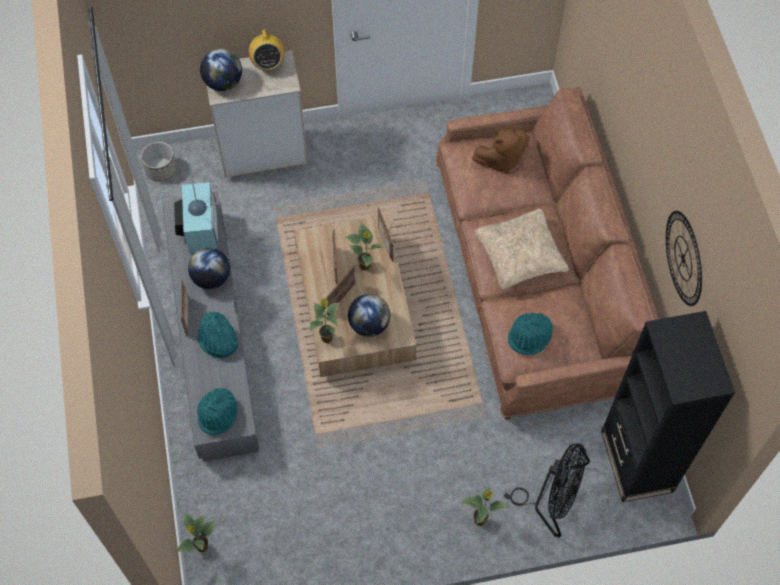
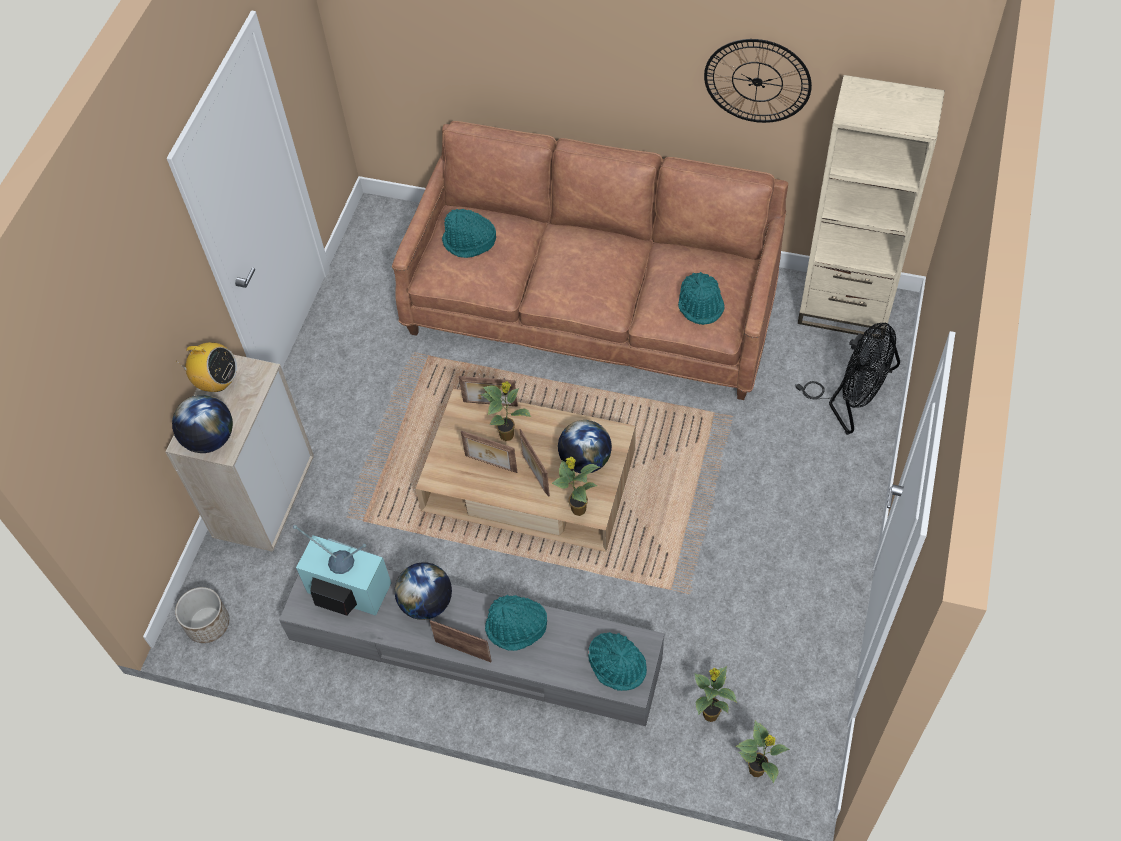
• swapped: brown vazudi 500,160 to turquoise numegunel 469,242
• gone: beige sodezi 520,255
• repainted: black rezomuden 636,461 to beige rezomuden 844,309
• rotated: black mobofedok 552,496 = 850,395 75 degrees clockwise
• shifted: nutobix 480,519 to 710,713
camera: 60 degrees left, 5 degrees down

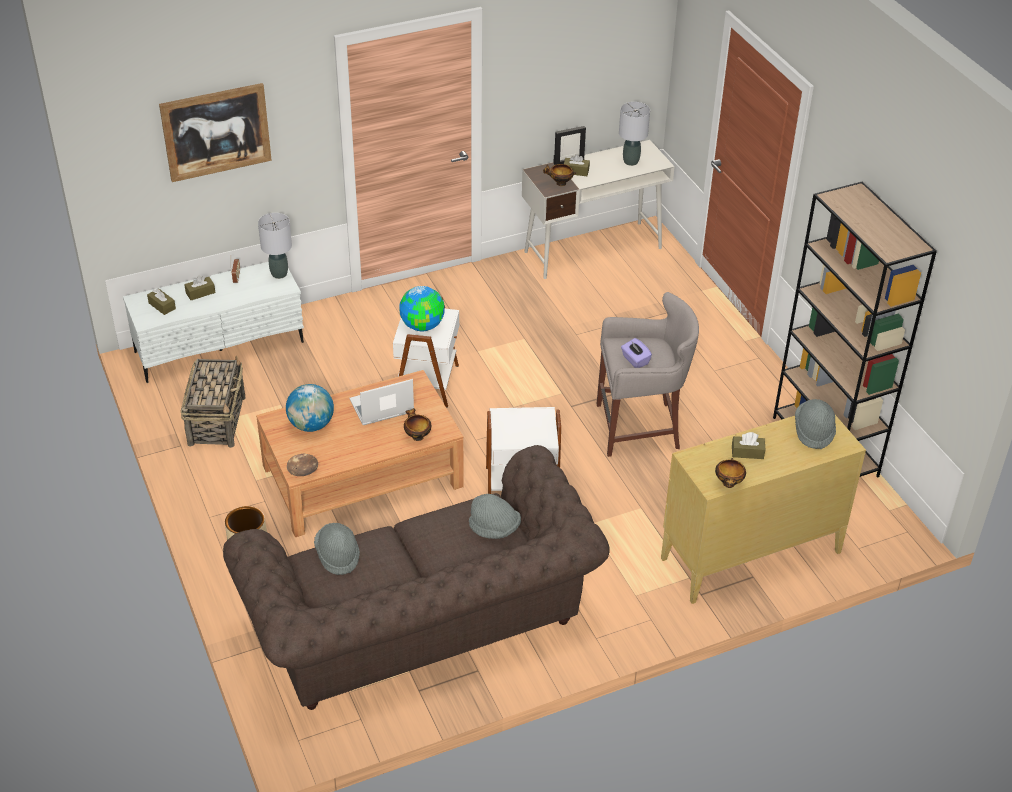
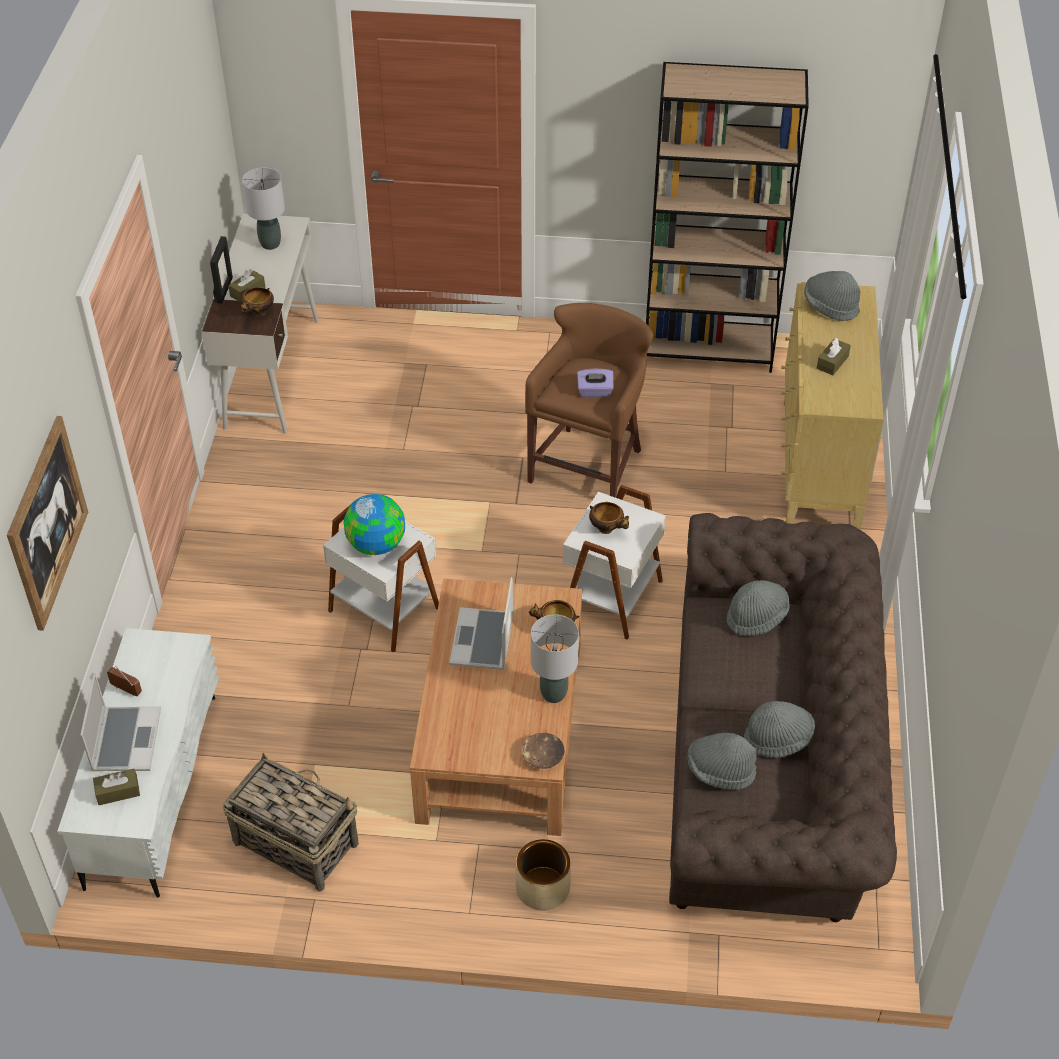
• shifted: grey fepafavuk 279,274 to 554,694
• swapped: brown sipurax 200,293 to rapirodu 125,739
• repainted: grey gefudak 641,427 to brown gefudak 588,464
• gone: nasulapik 311,425
• shifted: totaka 729,484 to 607,529
• new: grey numegunel 778,739
camera: 60 degrees left, 5 degrees up

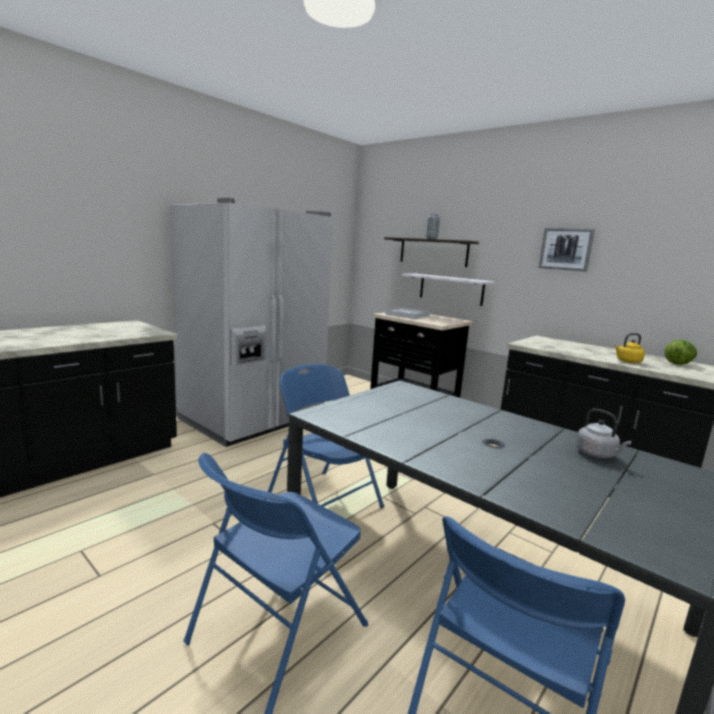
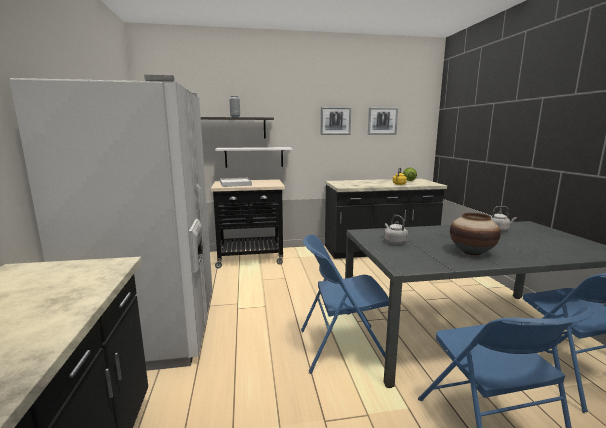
• new: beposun 382,121
• new: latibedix 471,252
• new: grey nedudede 394,242
camera: 50 degrees left, 0 degrees up

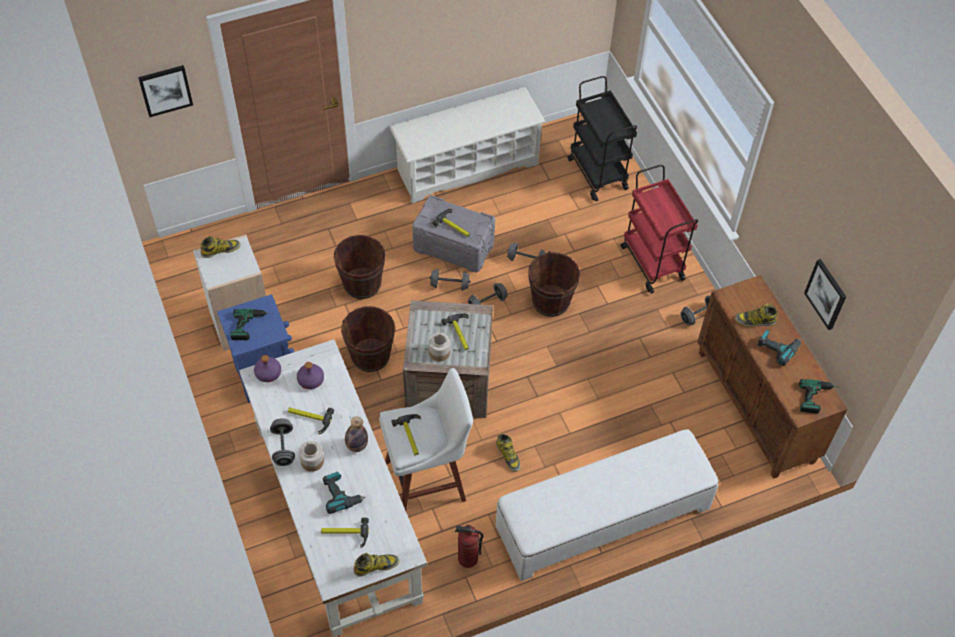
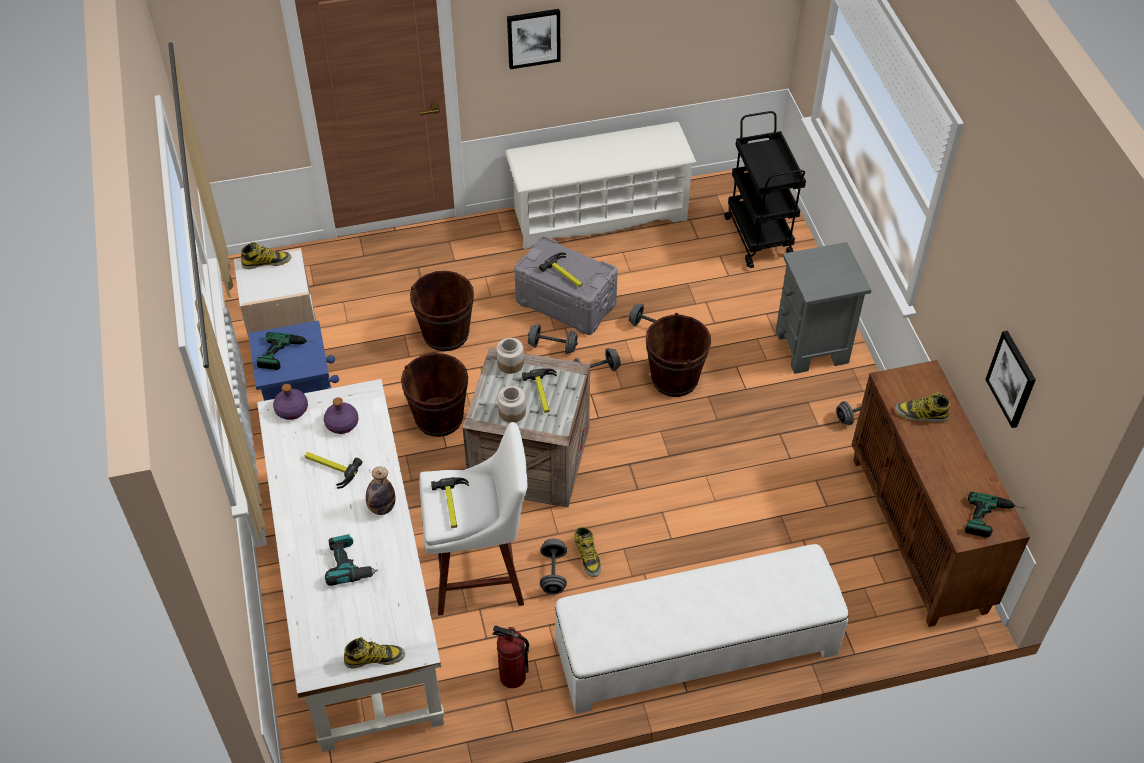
• shifted: beposun 165,90 to 533,38
• swapped: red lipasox 652,263 to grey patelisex 810,348
• gone: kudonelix 777,347
• shifted: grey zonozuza 283,447 to 553,573
• shifted: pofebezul 312,461 to 510,363
• gone: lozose 345,534
camera: 10 degrees right, 5 degrees down

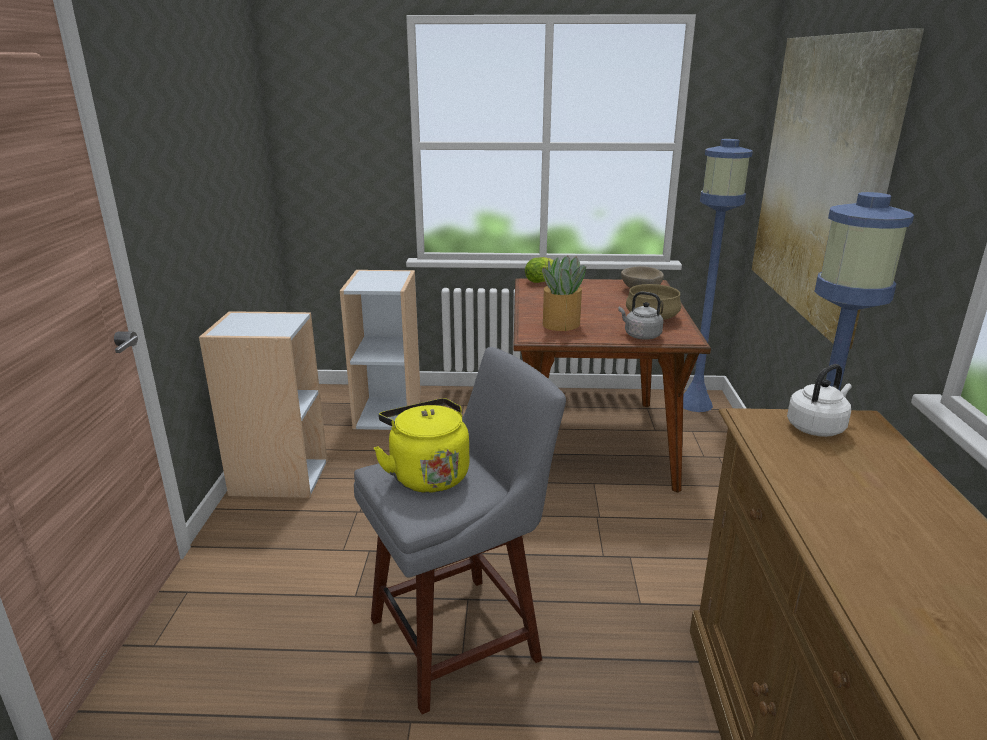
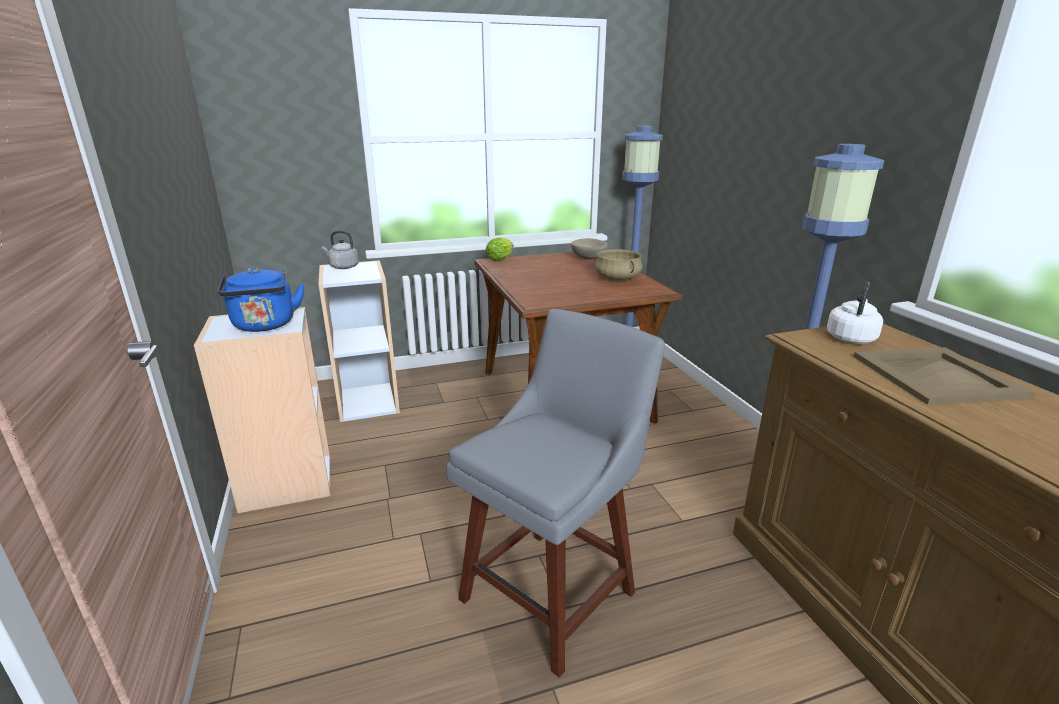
• gone: beposun 822,178
• gone: nutobix 560,324
• shifted: grey nedudede 640,335 to 342,267
• gone: yellow nedudede 427,474
• new: blue nedudede 265,326
• new: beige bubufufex 934,375
camera: 20 degrees left, 0 degrees up

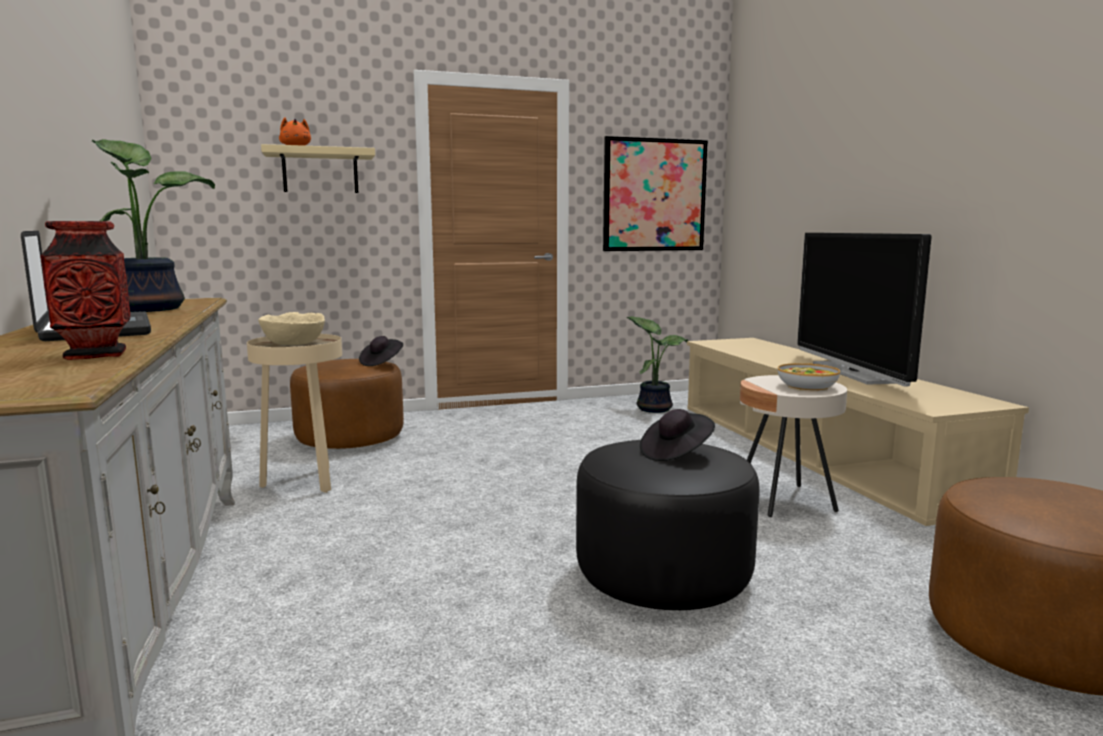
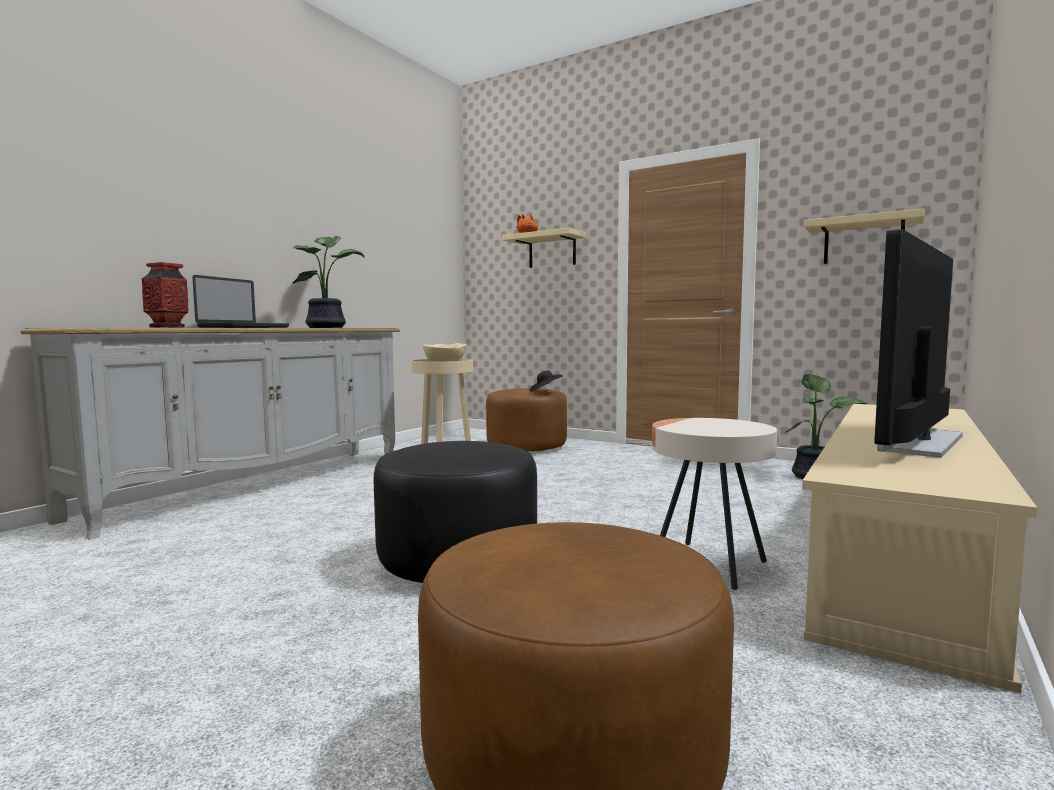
• swapped: beposun 654,195 to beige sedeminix 863,241
• gone: totaka 807,387
• gone: black numegunel 676,453
camera: 50 degrees right, 5 degrees down

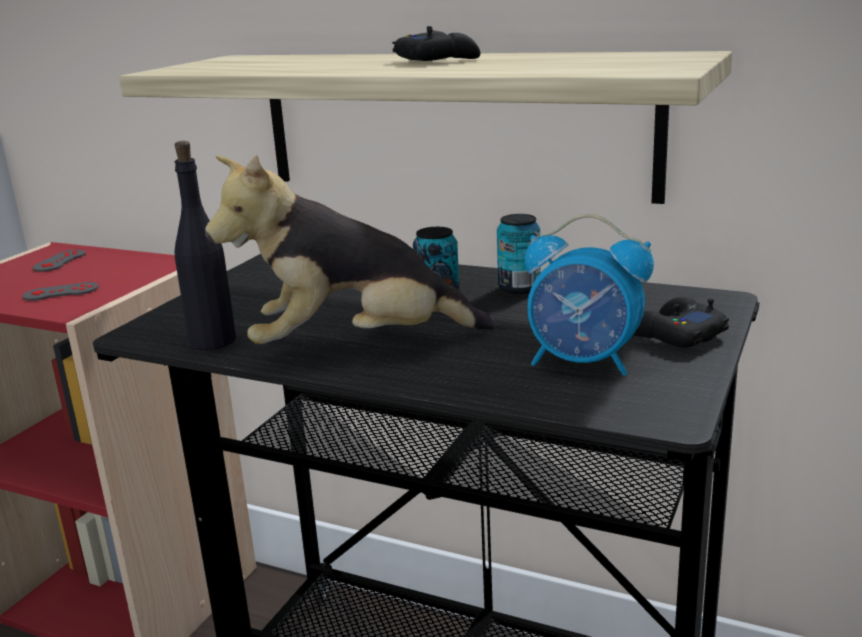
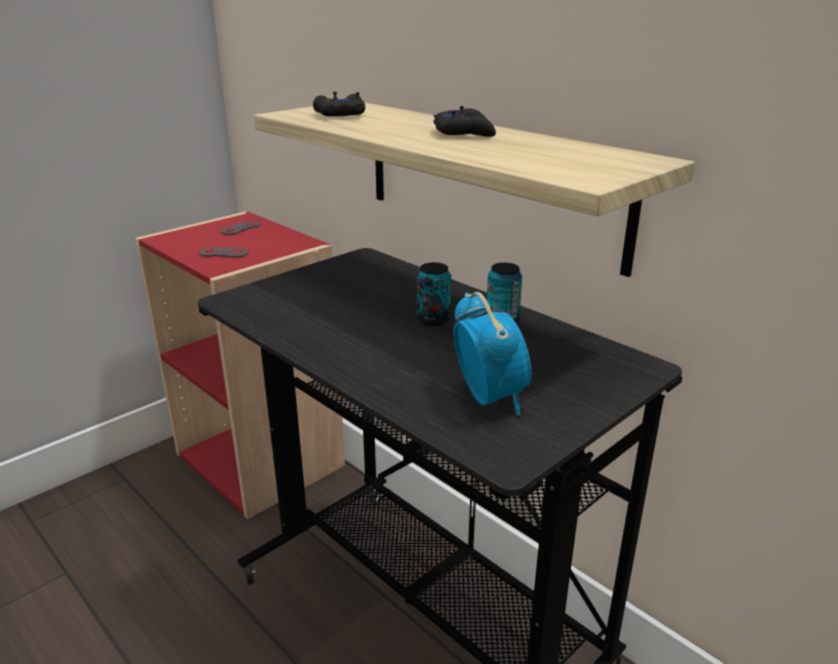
• gone: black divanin 213,341
• gone: vazudi 356,347
• rotated: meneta 584,363 = 489,398 150 degrees counterclockwise
• shifted: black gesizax 675,335 to 339,114
camera: 20 degrees right, 5 degrees up

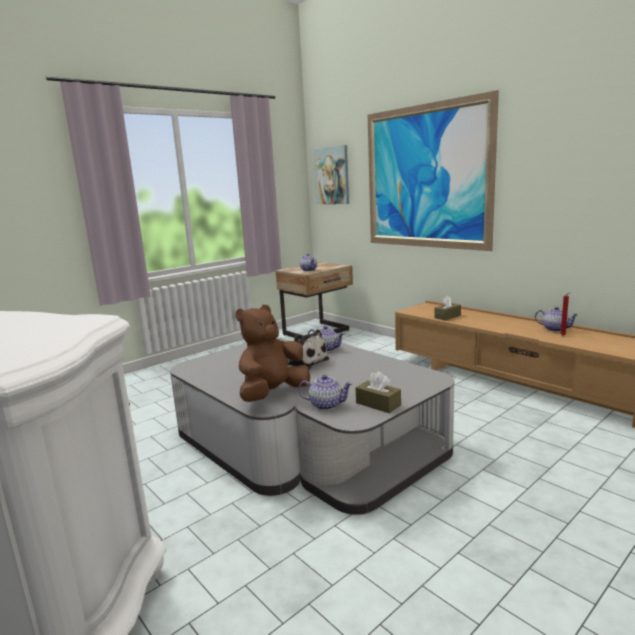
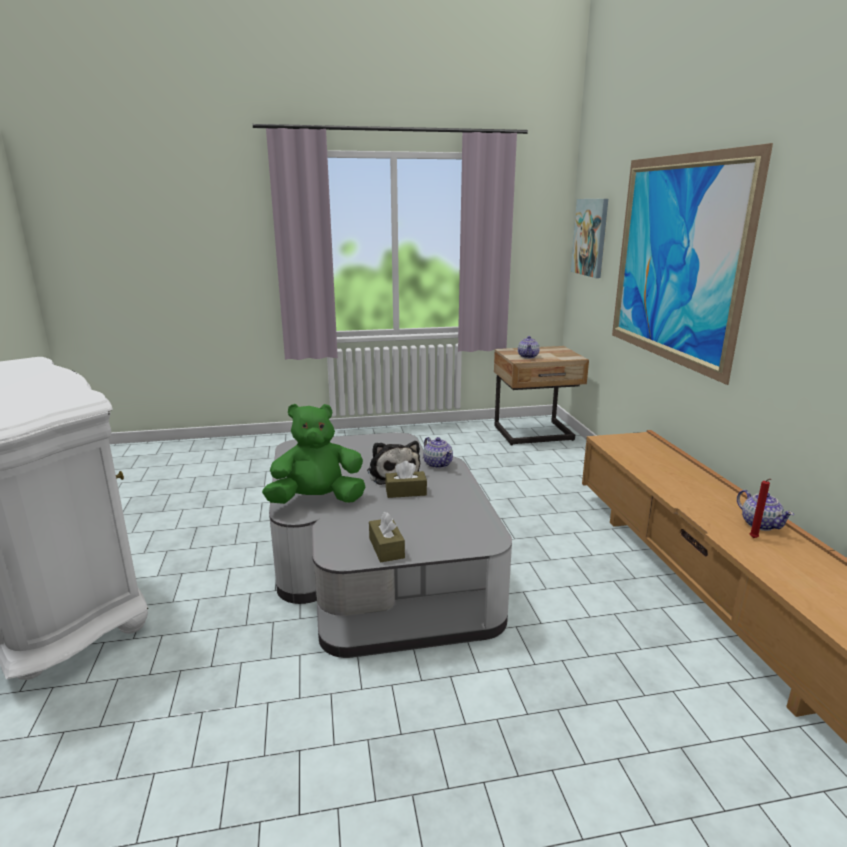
• shifted: brown sipurax 447,316 to 406,492
• repainted: brown vazudi 273,394 to green vazudi 317,500
• gone: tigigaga 325,405
camera: 30 degrees right, 5 degrees up

